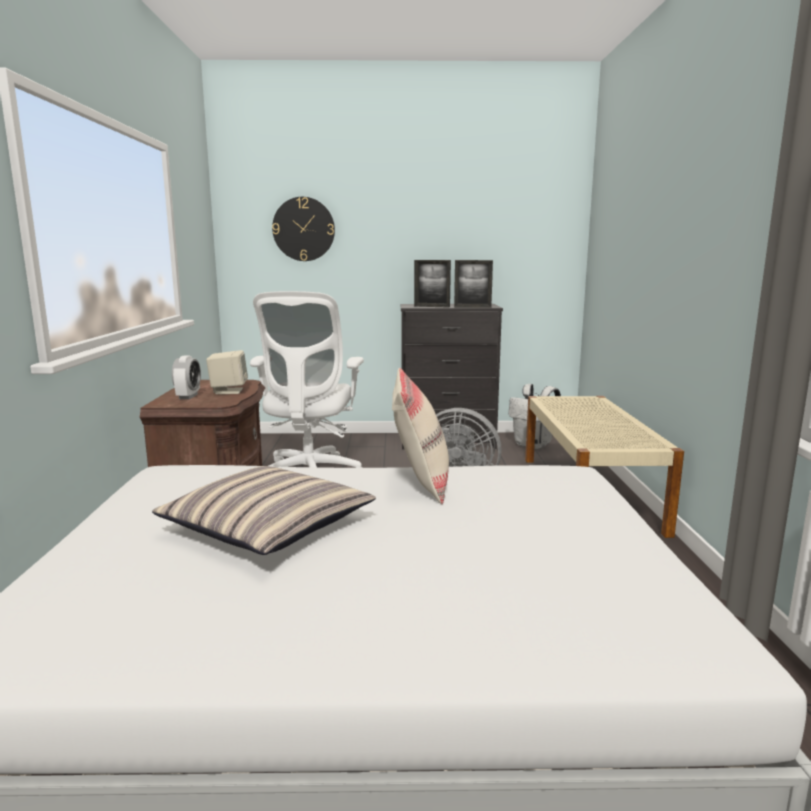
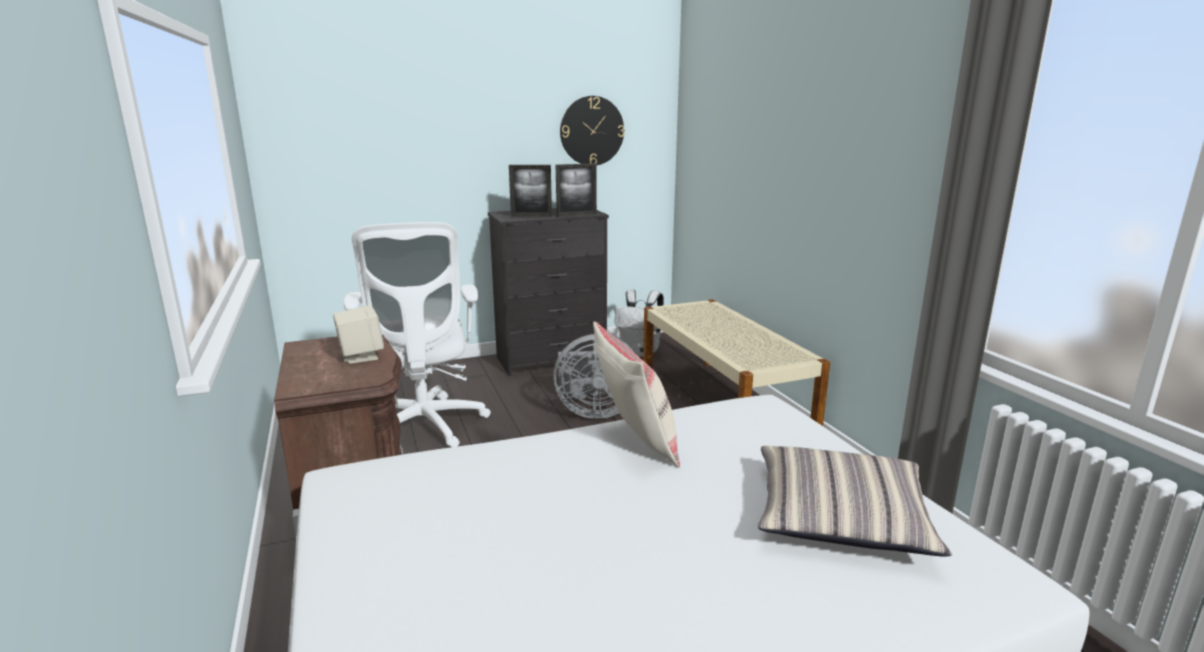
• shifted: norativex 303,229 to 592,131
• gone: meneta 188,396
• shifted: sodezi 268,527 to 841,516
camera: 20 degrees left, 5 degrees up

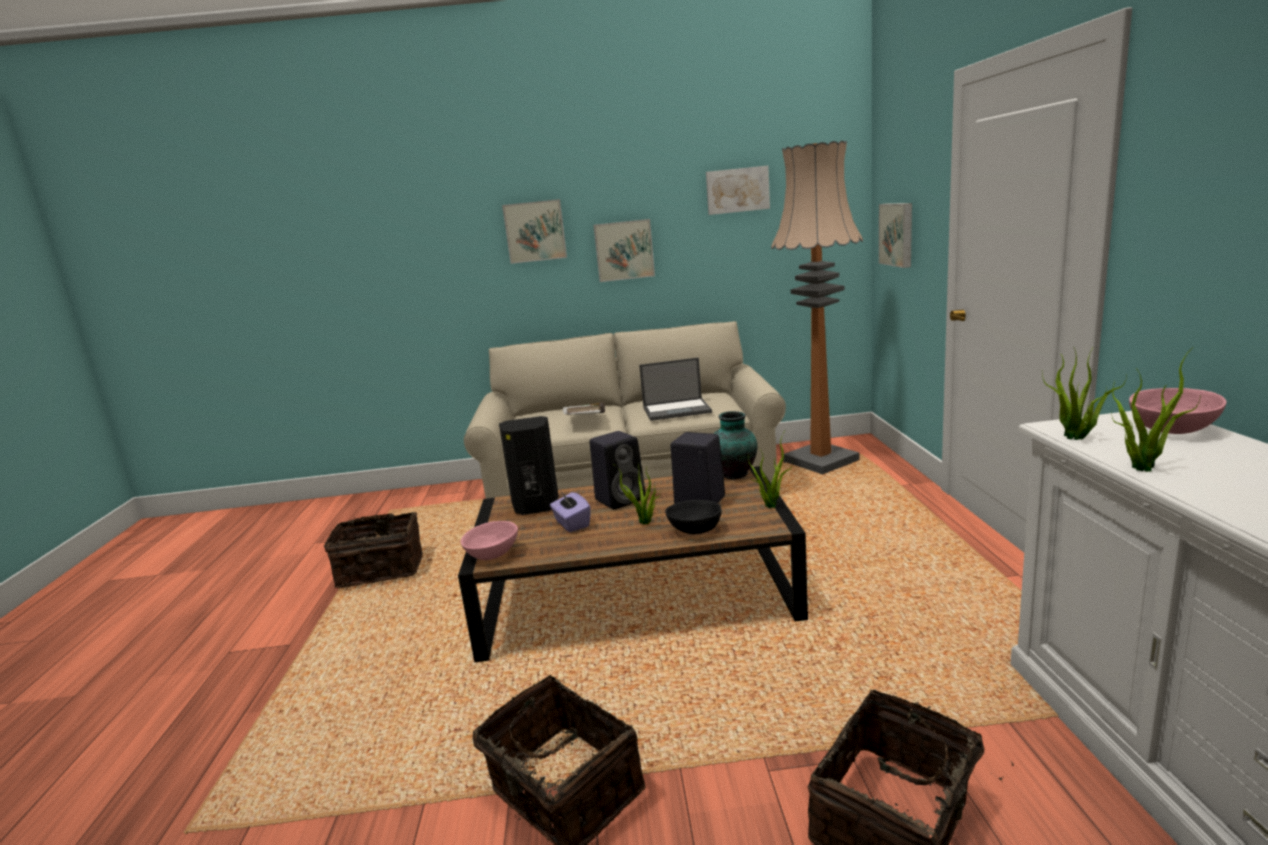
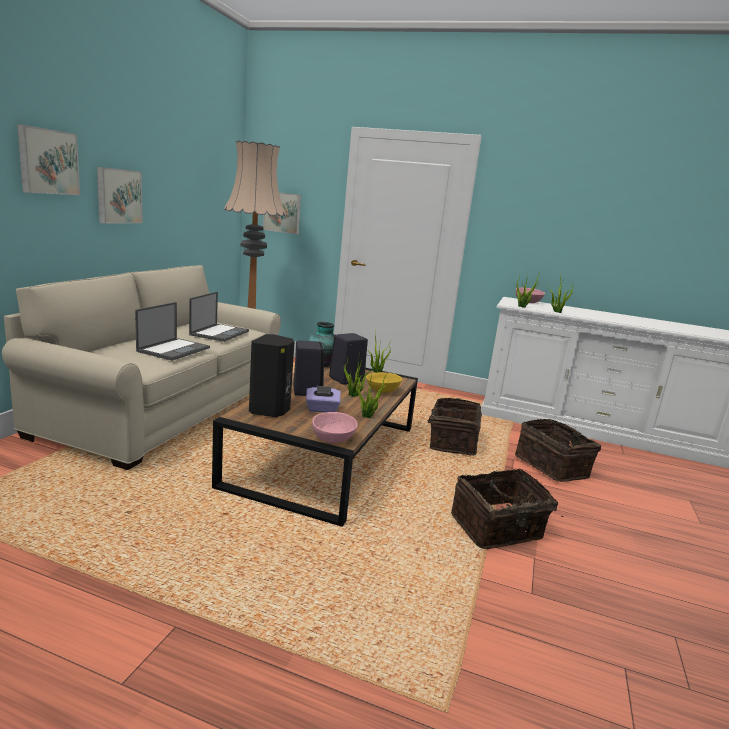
• gone: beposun 737,190
• swapped: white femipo 586,421 to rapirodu 174,349
• repainted: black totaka 695,530 to yellow totaka 383,391
• shifted: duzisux 381,570 to 451,442
• new: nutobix 368,416
camera: 70 degrees left, 0 degrees up

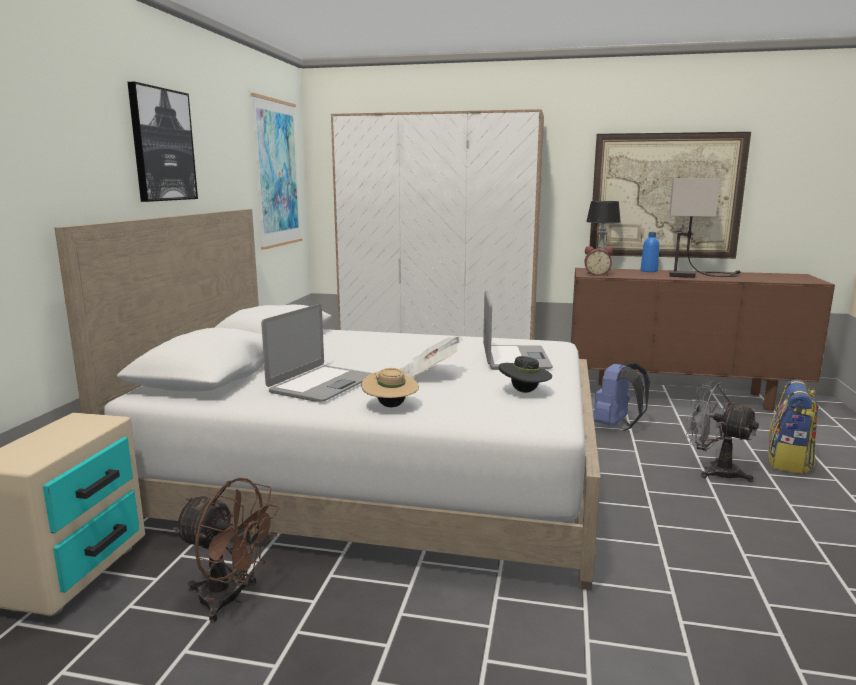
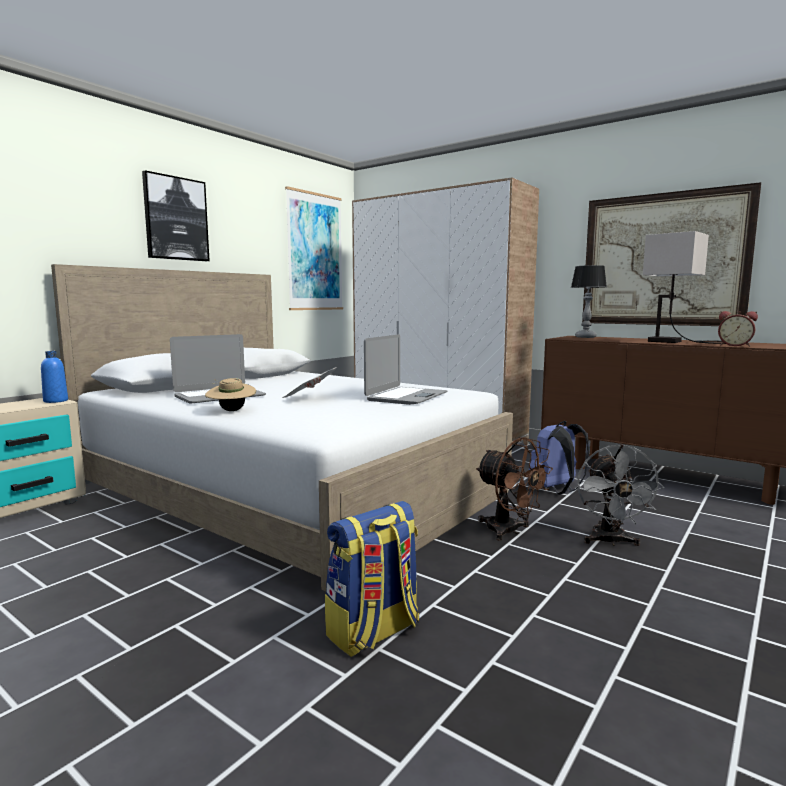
• shifted: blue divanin 649,271 to 55,401
• shifted: meneta 596,274 to 735,345
• gone: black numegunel 524,392
• shifted: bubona 788,462 to 374,632
• rotated: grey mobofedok 714,470 = 610,541 150 degrees counterclockwise
• shifted: brown mobofedok 230,599 to 509,531
camera: 25 degrees right, 5 degrees down

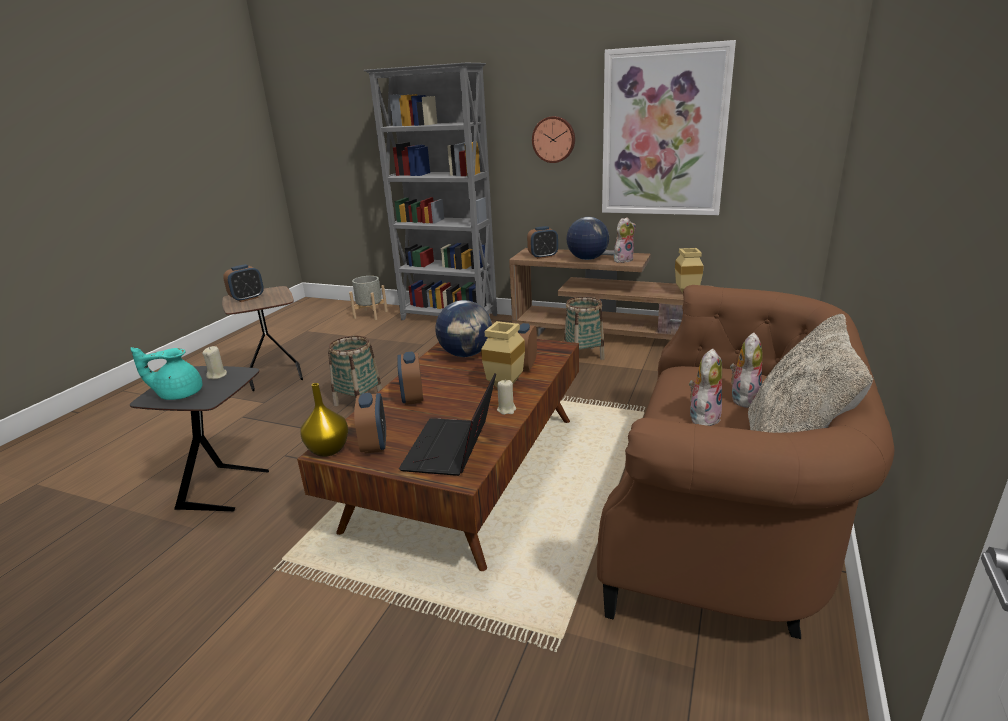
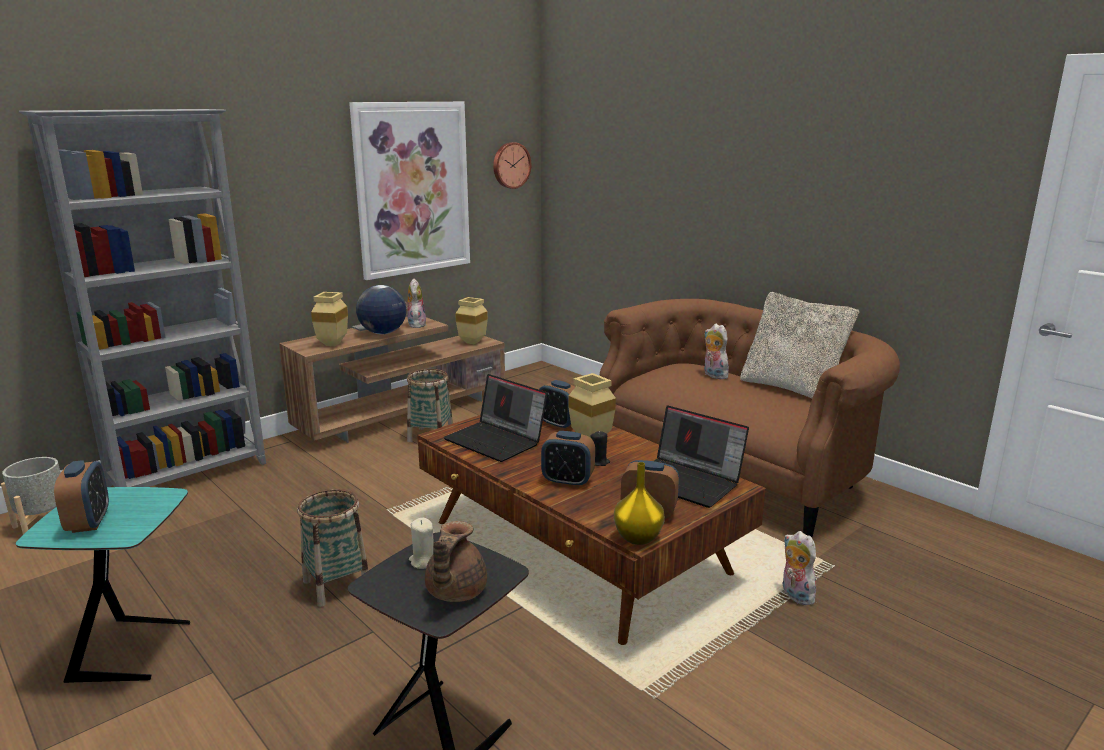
• shifted: norativex 554,139 to 510,165
• swapped: meneta 543,256 to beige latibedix 332,344
• repainted: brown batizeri 276,378 to turquoise batizeri 135,649
• swapped: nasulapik 466,354 to rapirodu 497,441
• repainted: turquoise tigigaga 179,394 to brown tigigaga 454,592
• shifted: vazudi 703,417 to 794,595
• gone: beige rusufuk 506,410
• new: black rusufuk 599,462
camera: 65 degrees left, 5 degrees down

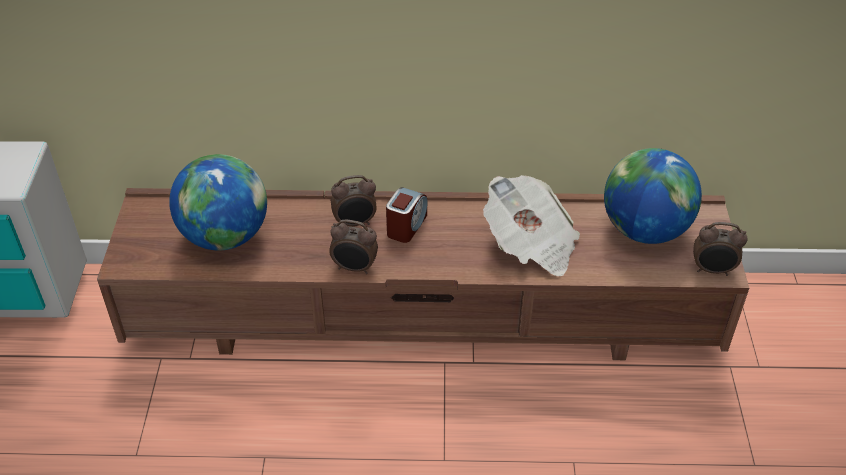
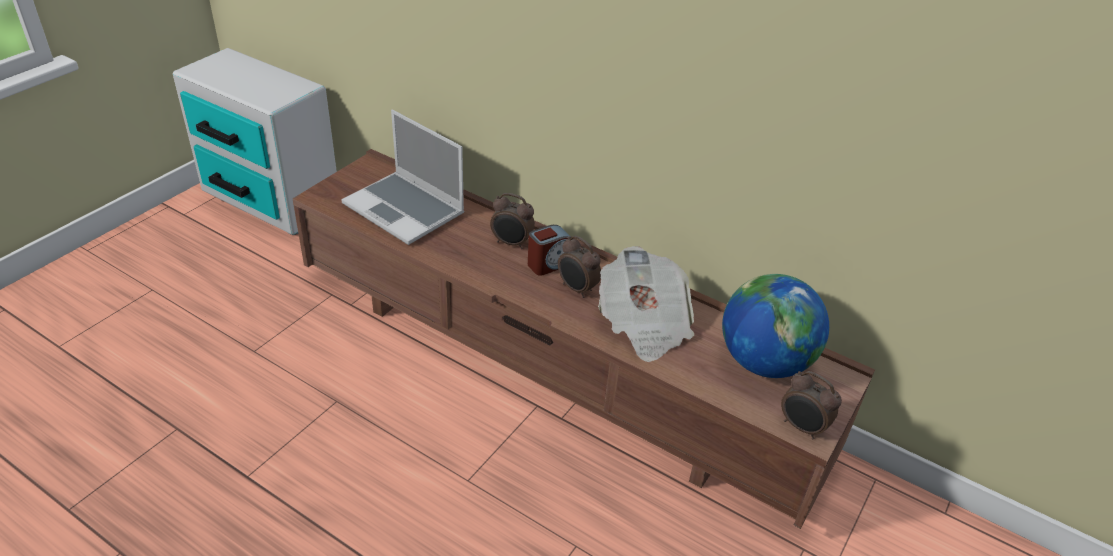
• swapped: nasulapik 225,236 to rapirodu 406,209
• shifted: meneta 354,268 to 577,289
camera: 30 degrees right, 5 degrees down

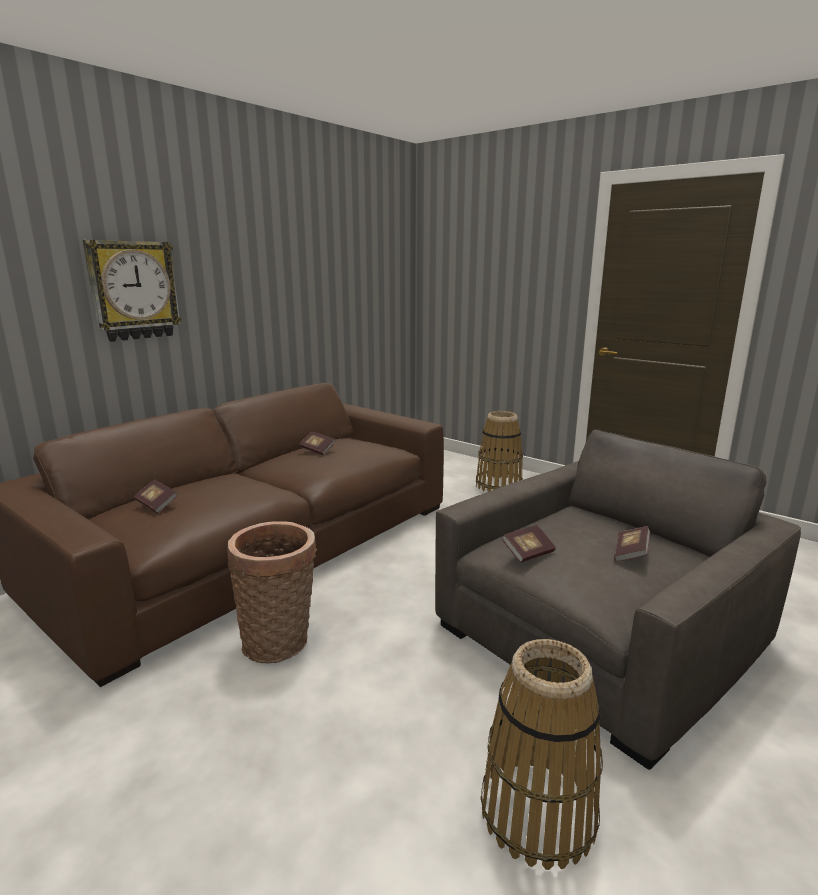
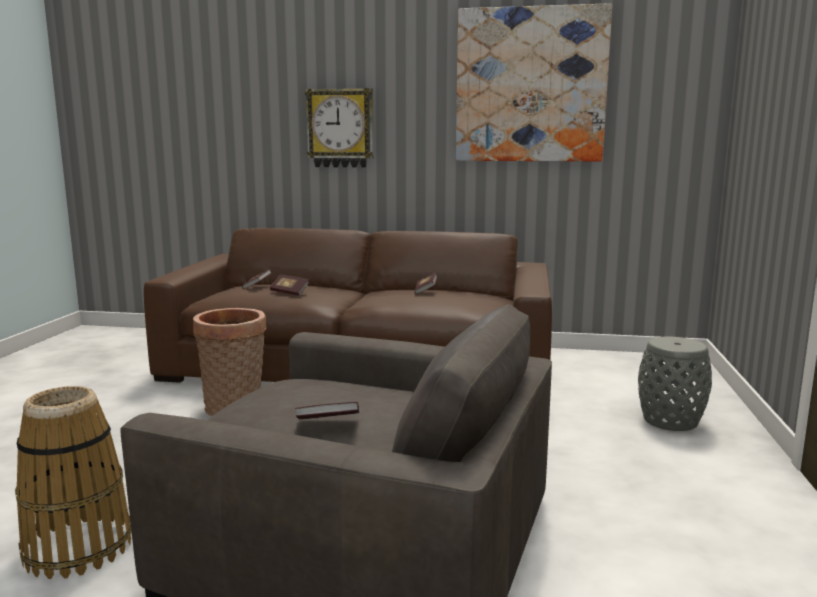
• swapped: duzisux 499,485 to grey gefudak 670,421
• shifted: femipo 528,553 to 289,292
• new: beposun 530,85
camera: 60 degrees right, 5 degrees down

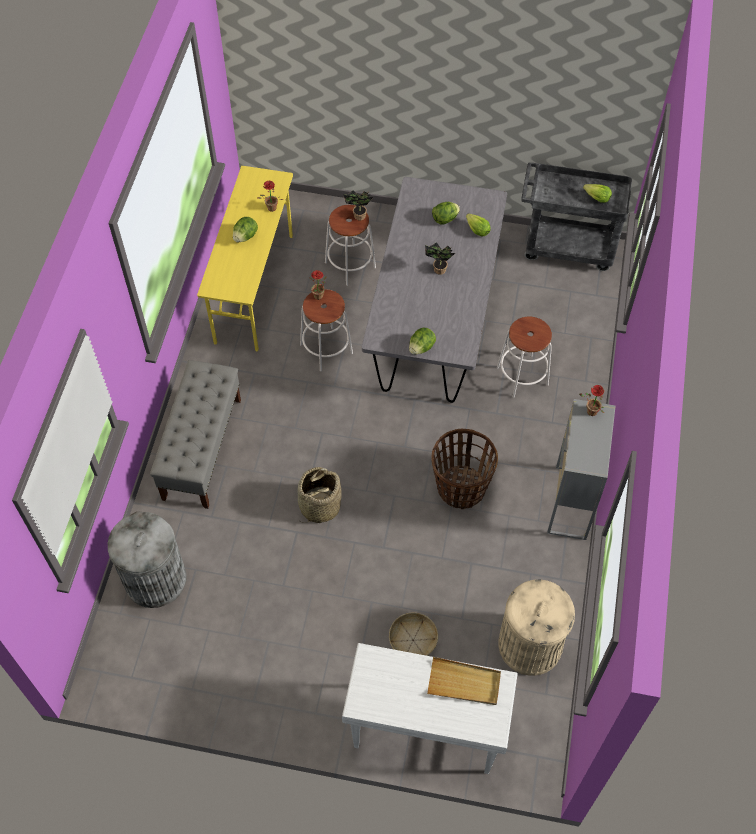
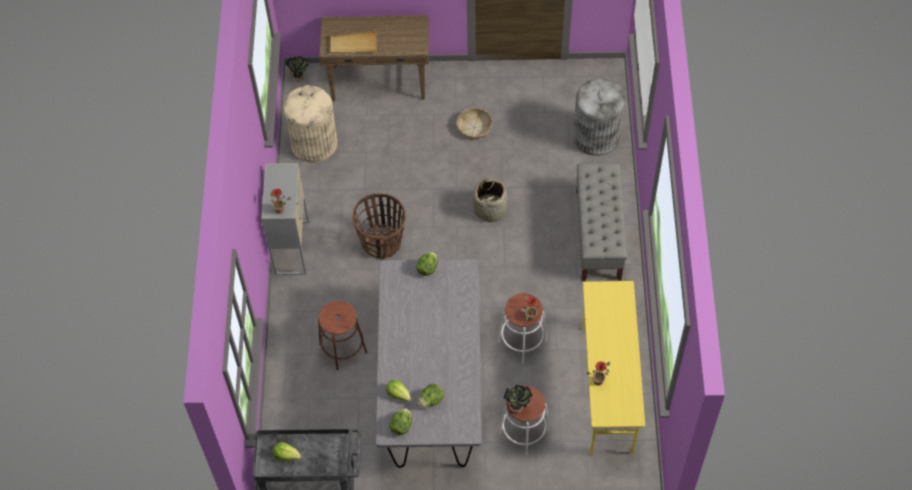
• shifted: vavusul 245,236 to 401,426
• shifted: nutobix 438,270 to 299,78
• repainted: white gefudak 522,376 to brown gefudak 343,348
• shifted: duzisux 413,640 to 474,127
• repainted: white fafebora 425,729 to brown fafebora 379,82
camera: 170 degrees right, 0 degrees up

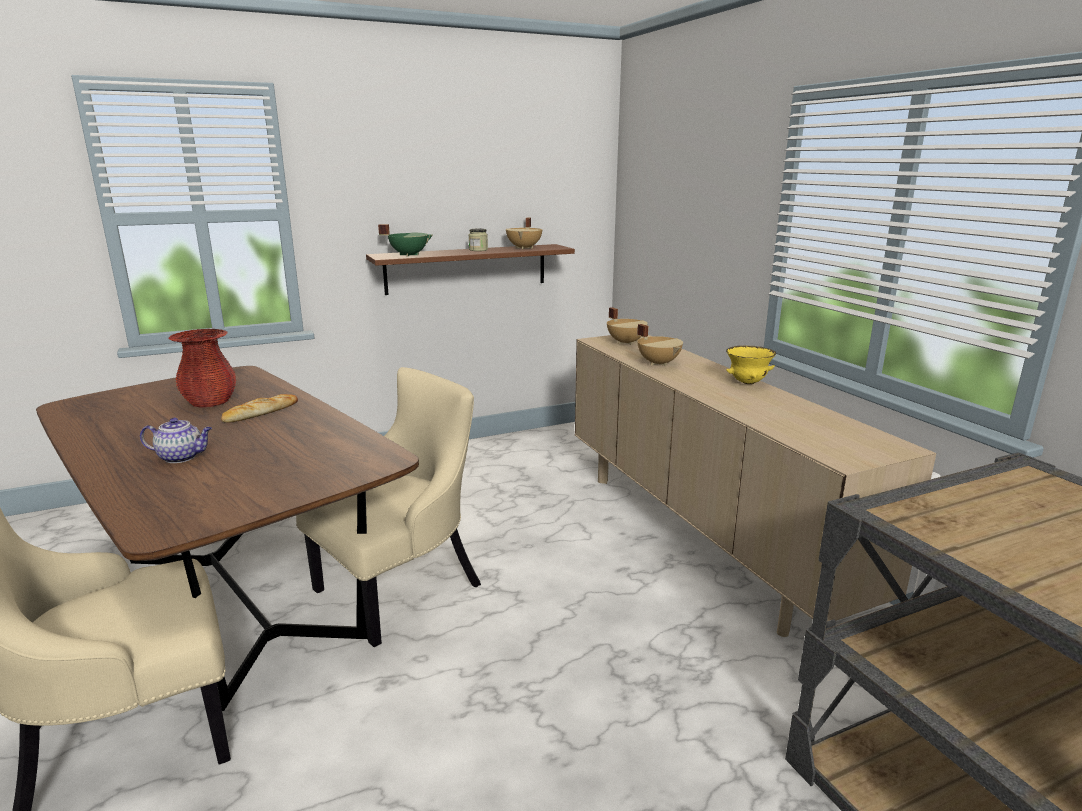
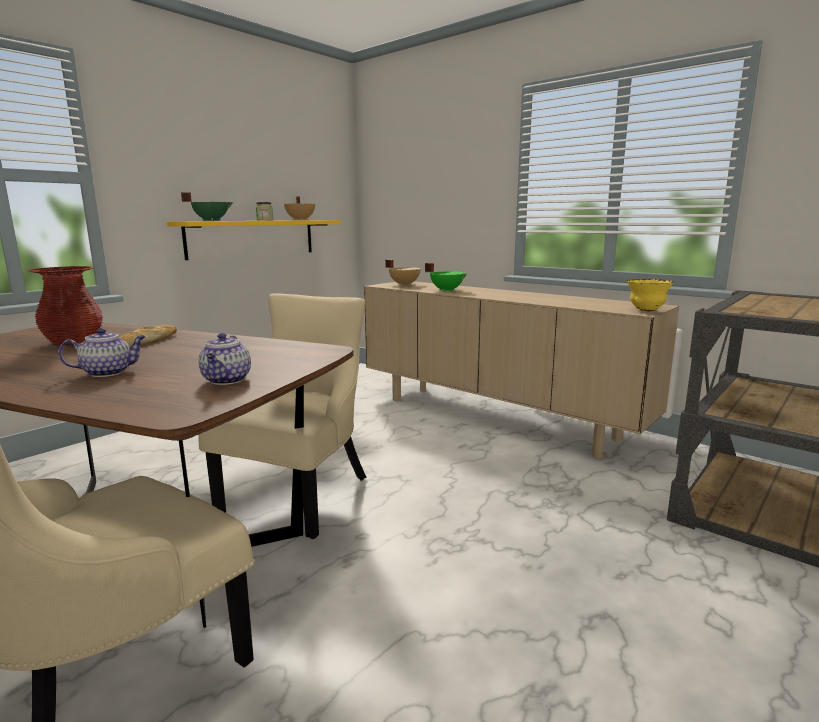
• repainted: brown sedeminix 467,268 to yellow sedeminix 252,238
• repainted: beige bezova 659,363 to green bezova 447,290
• shifted: yellow totaka 747,382 to 646,310
• new: tigigaga 227,380
camera: 25 degrees left, 5 degrees down

